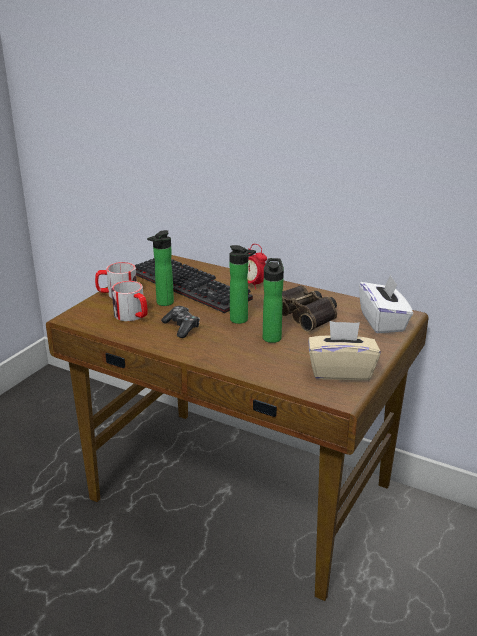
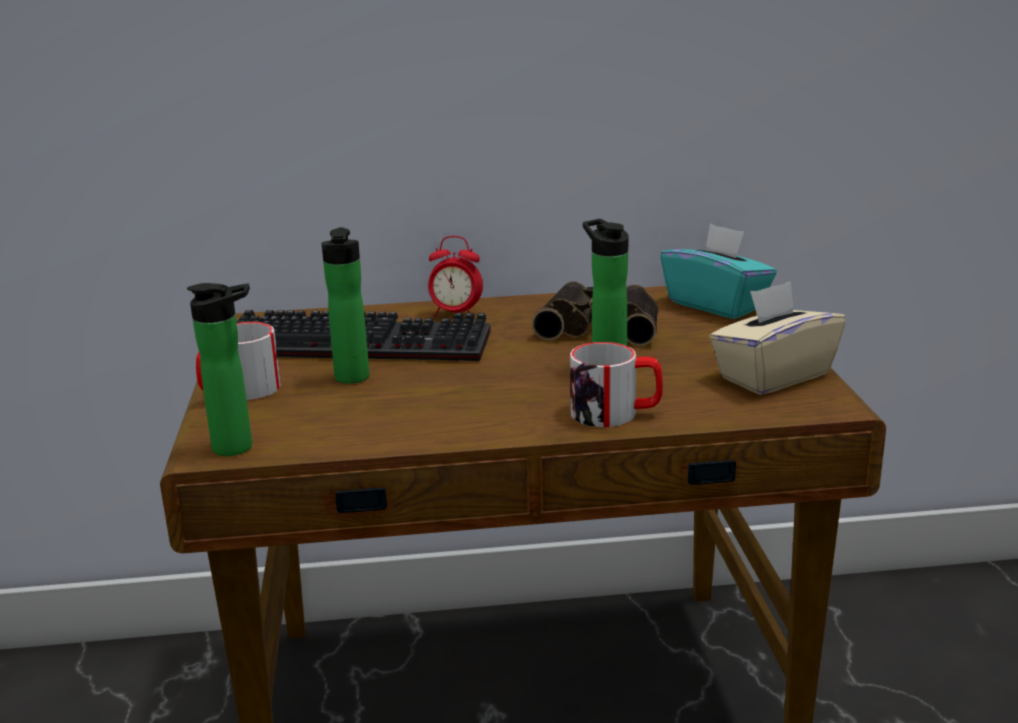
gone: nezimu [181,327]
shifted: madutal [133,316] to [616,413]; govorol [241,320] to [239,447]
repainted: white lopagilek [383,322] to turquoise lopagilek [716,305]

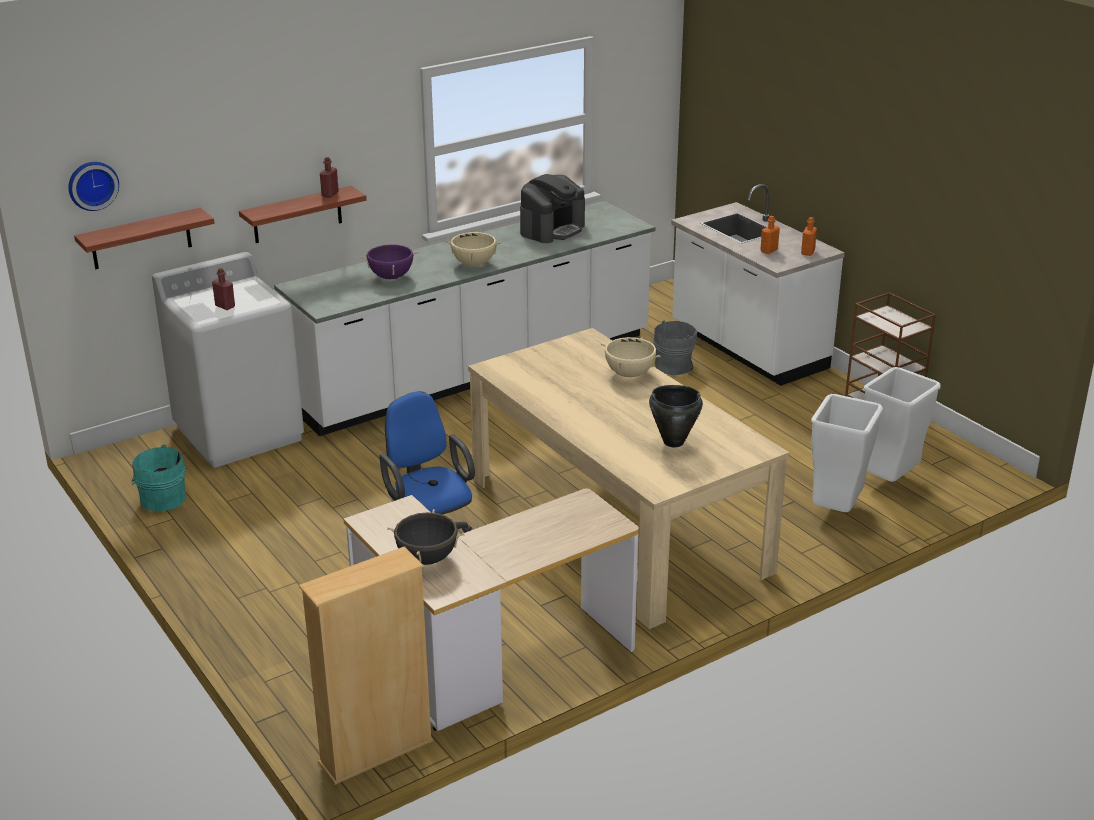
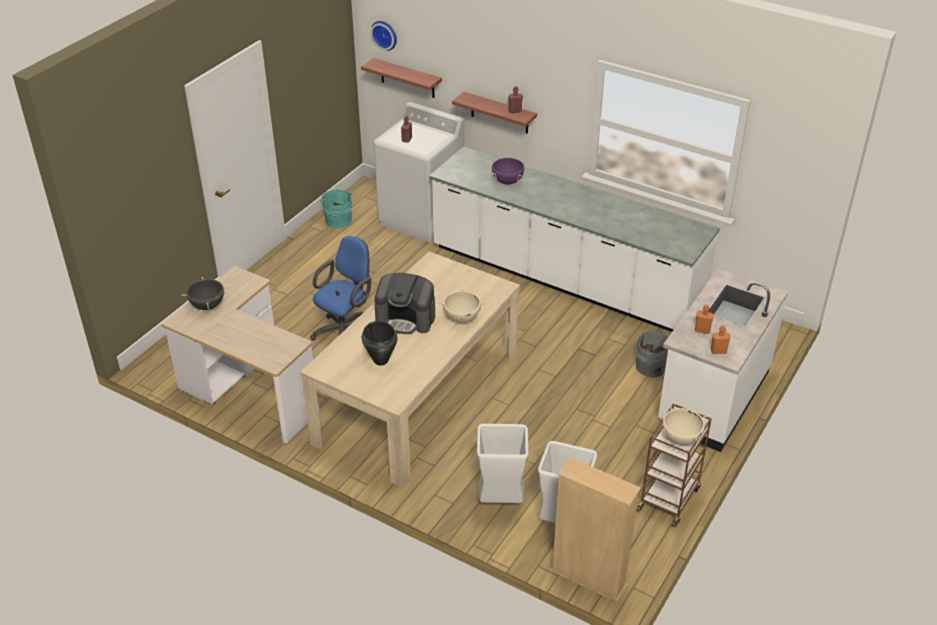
shifted: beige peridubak [376,752] to [588,578]; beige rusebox [473,264] to [681,438]; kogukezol [552,229] to [406,318]

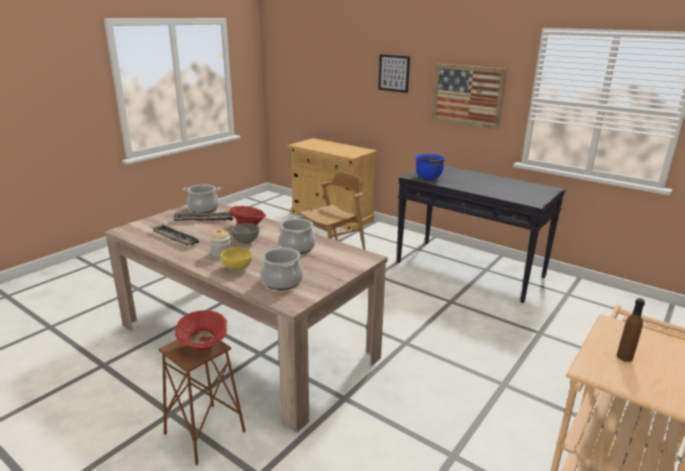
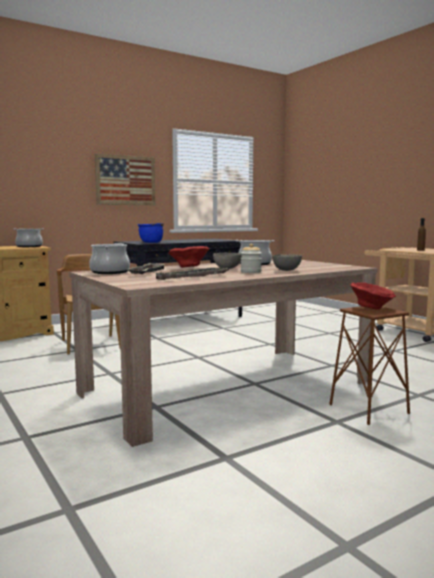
gone: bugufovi [394,73]
shifted: rusebox [282,281] to [29,246]
repainted: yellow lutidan [237,268] to grey lutidan [287,270]

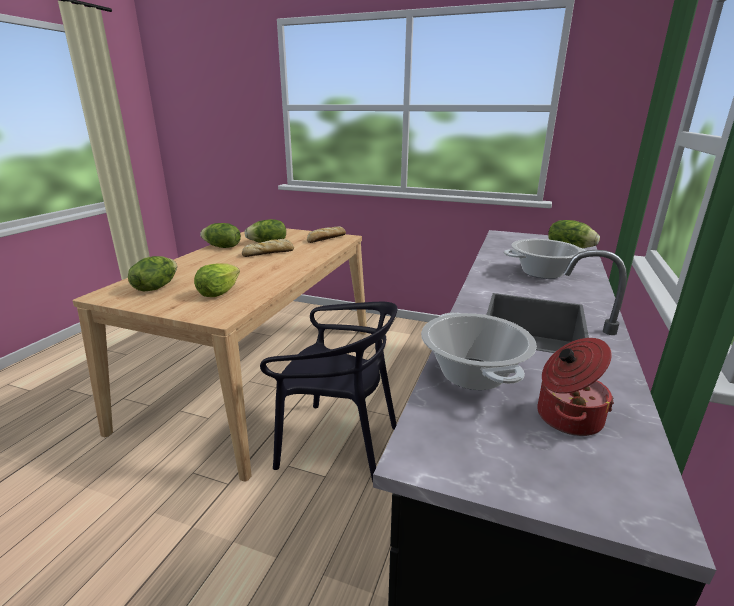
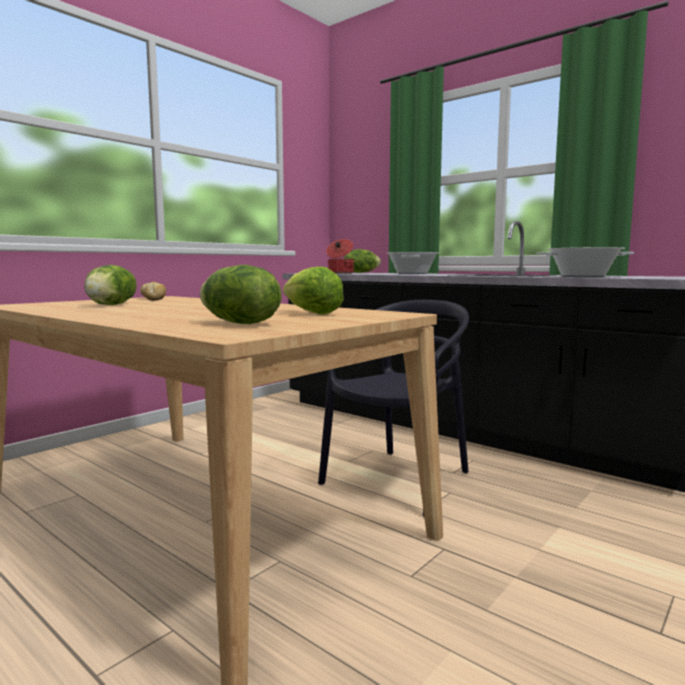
gone: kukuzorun [222,247]; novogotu [269,253]
shifted: rusebox [566,417] to [340,273]

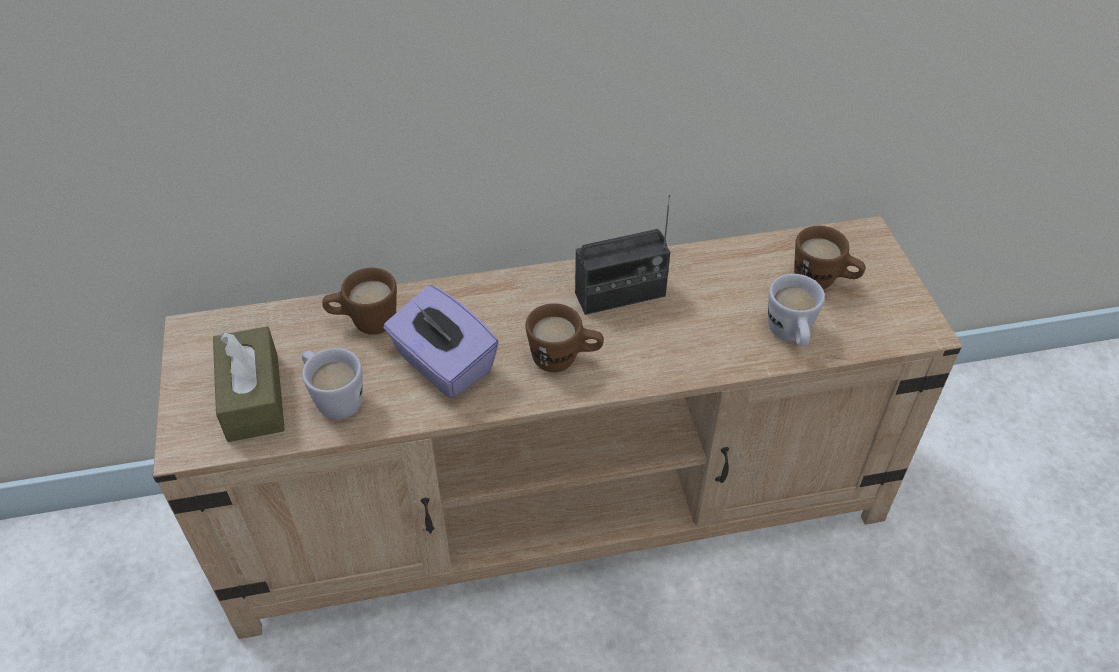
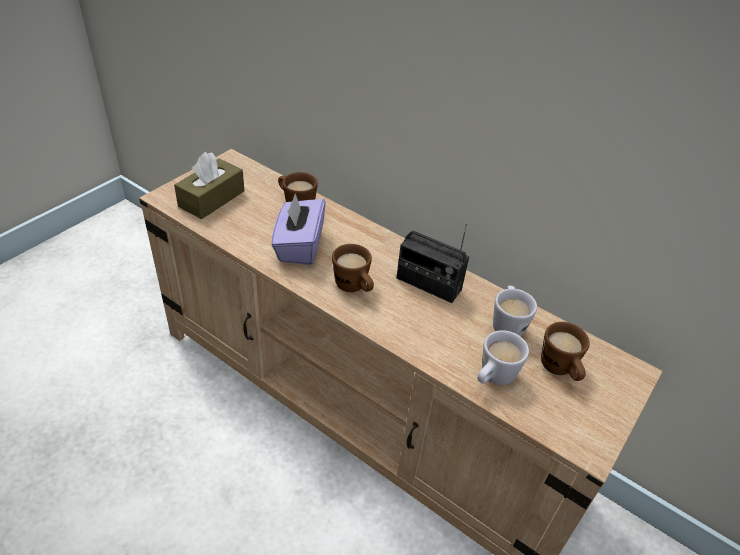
shifted: white madutal [334,398] to [507,324]

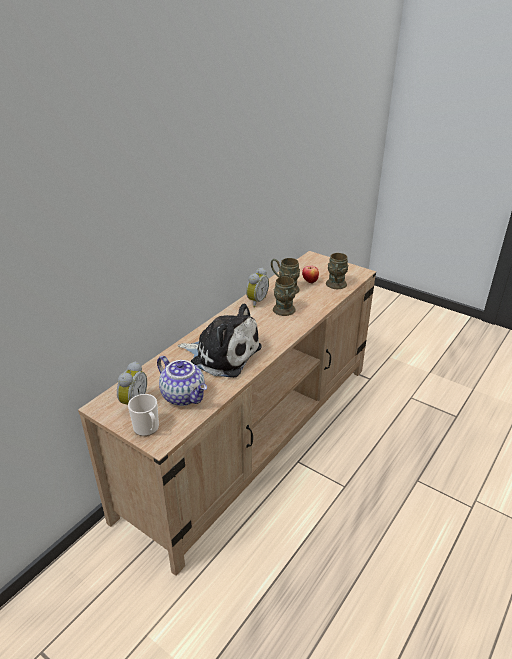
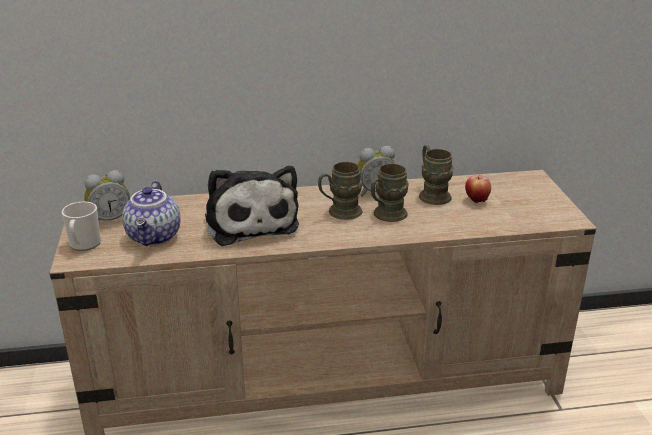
shifted: brown madutal [335,286] to [339,213]

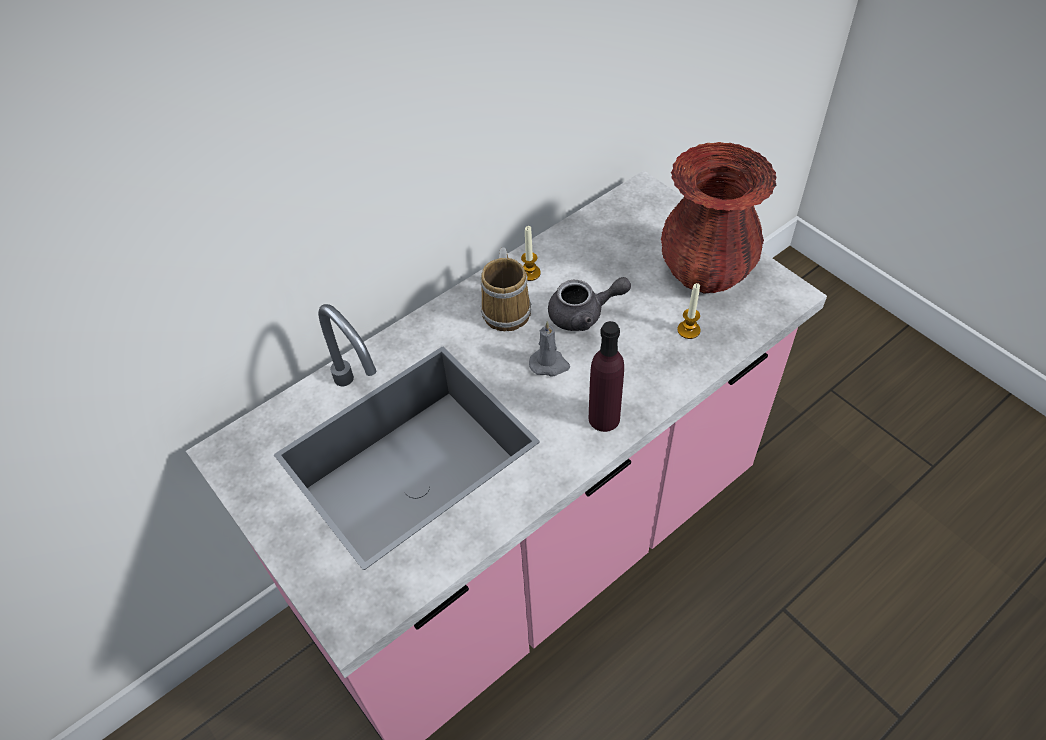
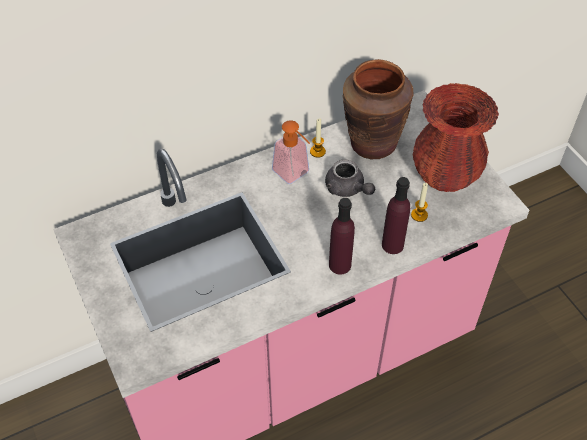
gone: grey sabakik [549,364]
new: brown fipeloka [372,143]; purple govorol [392,245]
swapped: madutal [508,309] to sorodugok [294,175]
rotated: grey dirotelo [584,314] = [347,189] 45 degrees clockwise

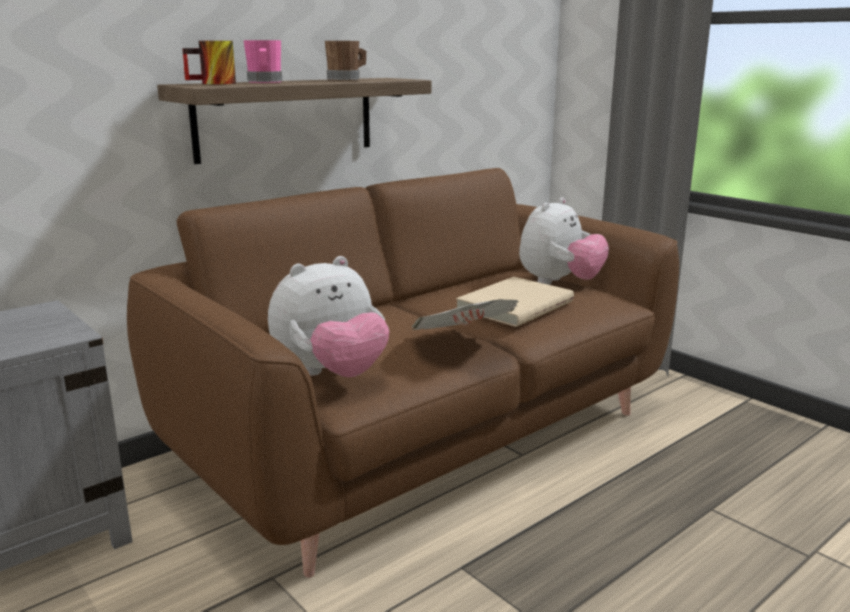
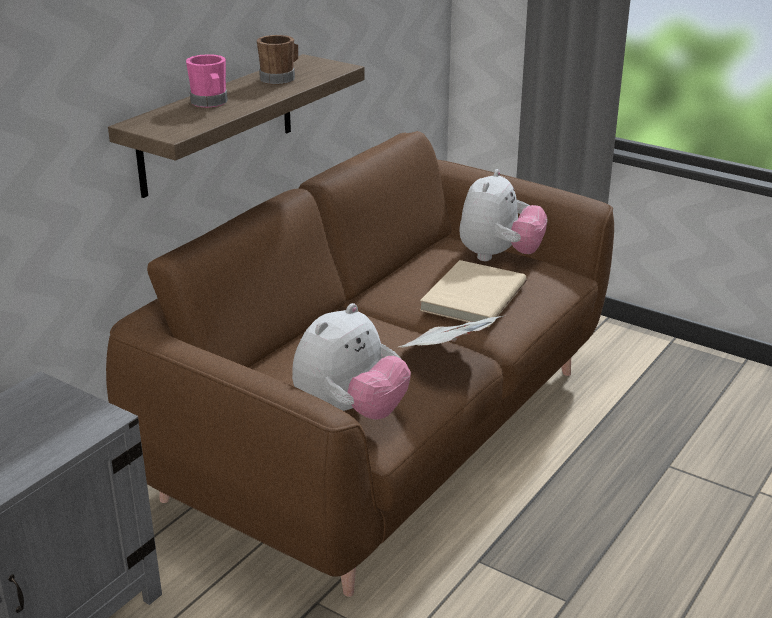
gone: madutal [214,83]

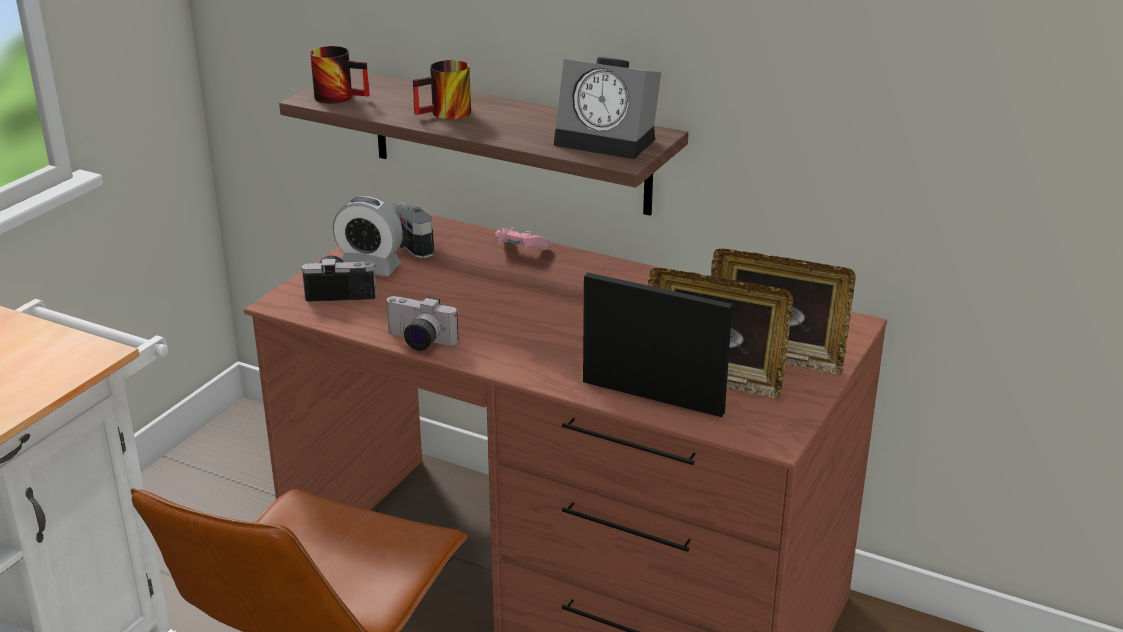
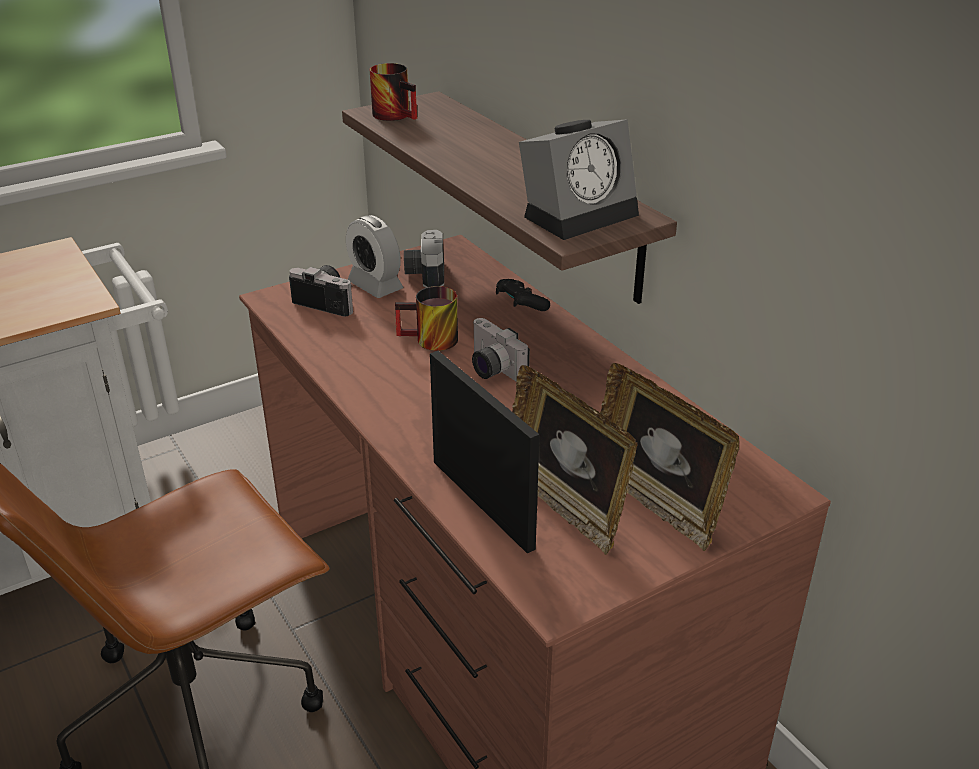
shifted: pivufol [418,342] to [491,369]; madutal [446,114] to [429,341]
repainted: pink nezimu [519,250] to black nezimu [520,305]
rotated: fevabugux [609,141] = [580,213] 90 degrees counterclockwise

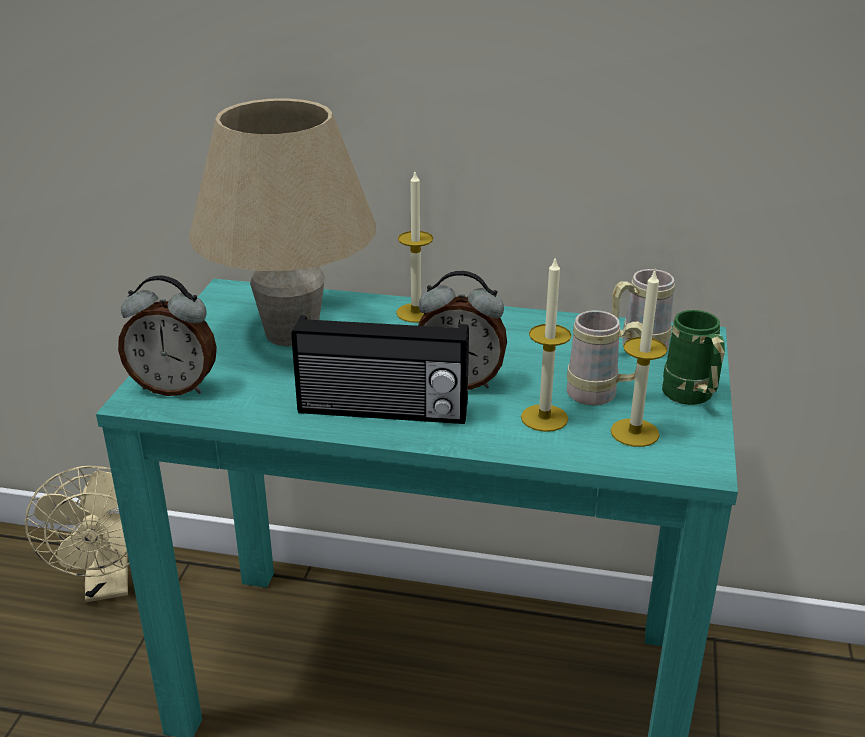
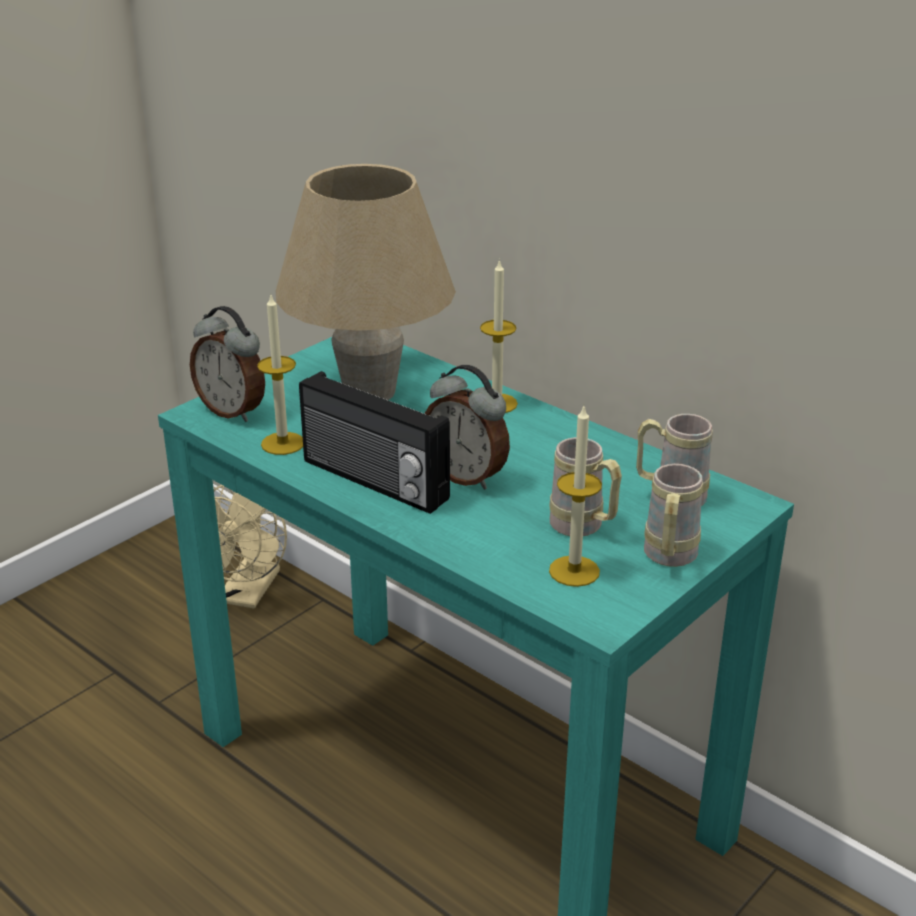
shifted: sabakik [544,418] to [283,443]
repainted: green madutal [691,398] to beige madutal [668,559]

